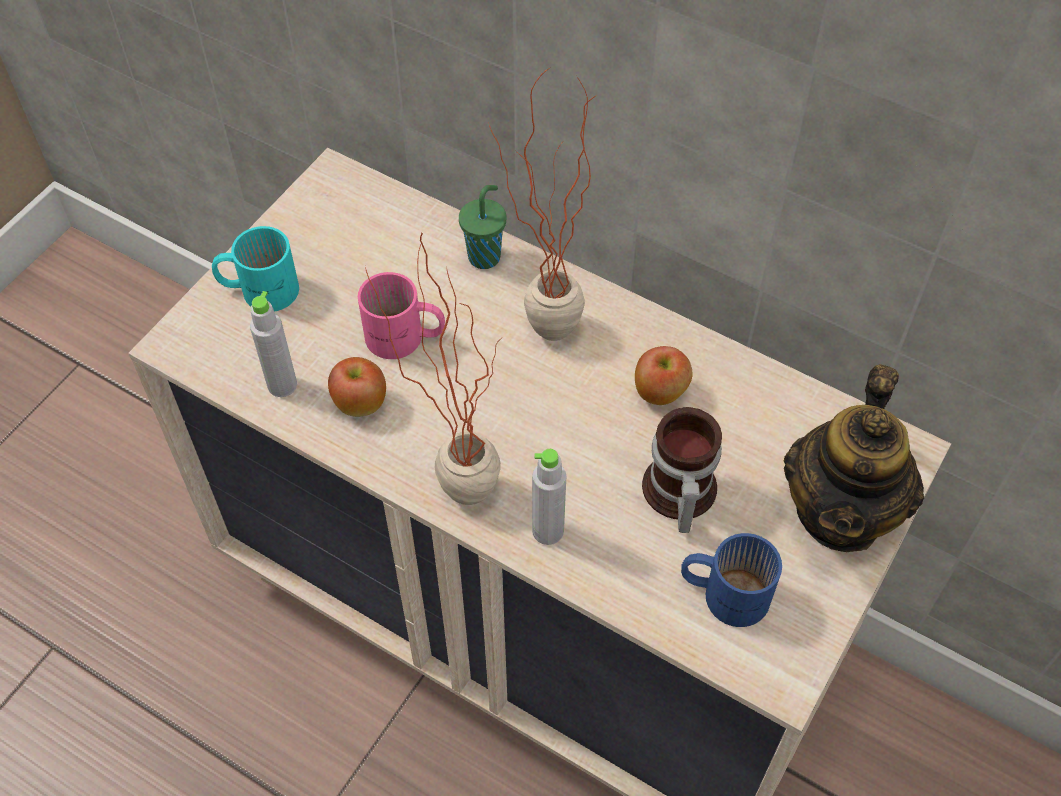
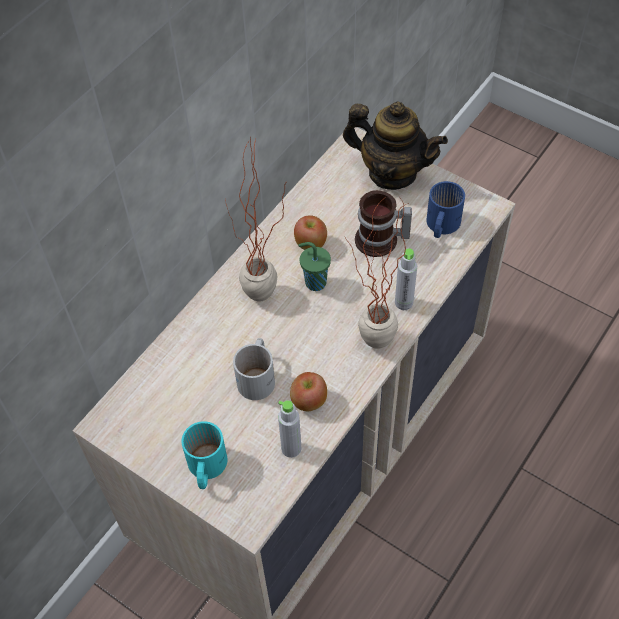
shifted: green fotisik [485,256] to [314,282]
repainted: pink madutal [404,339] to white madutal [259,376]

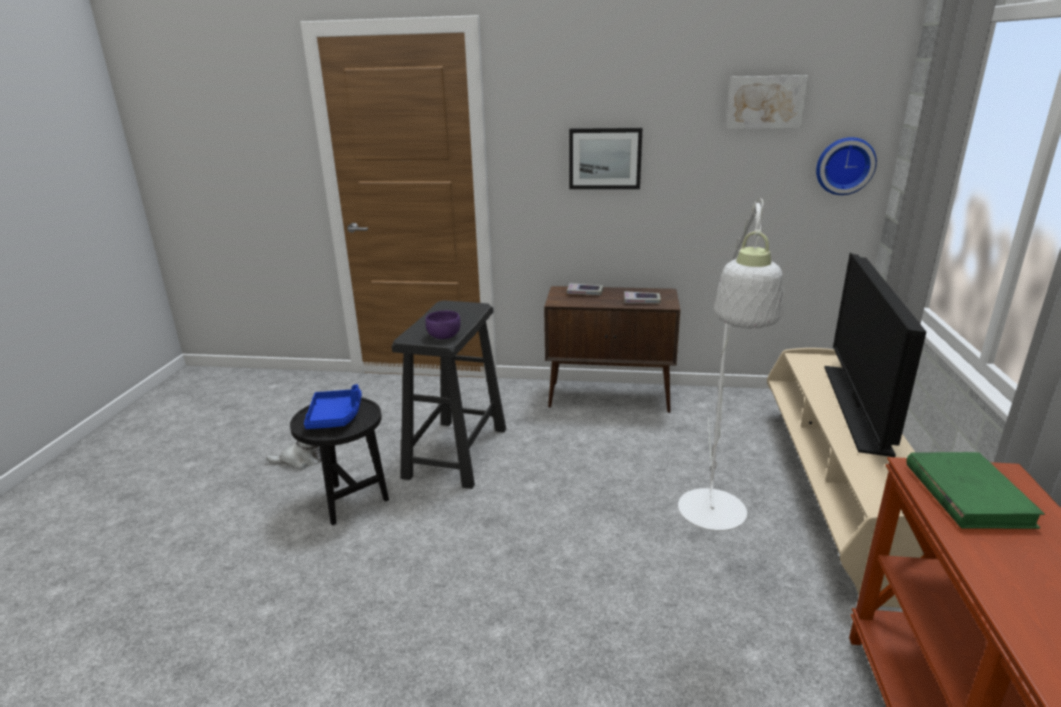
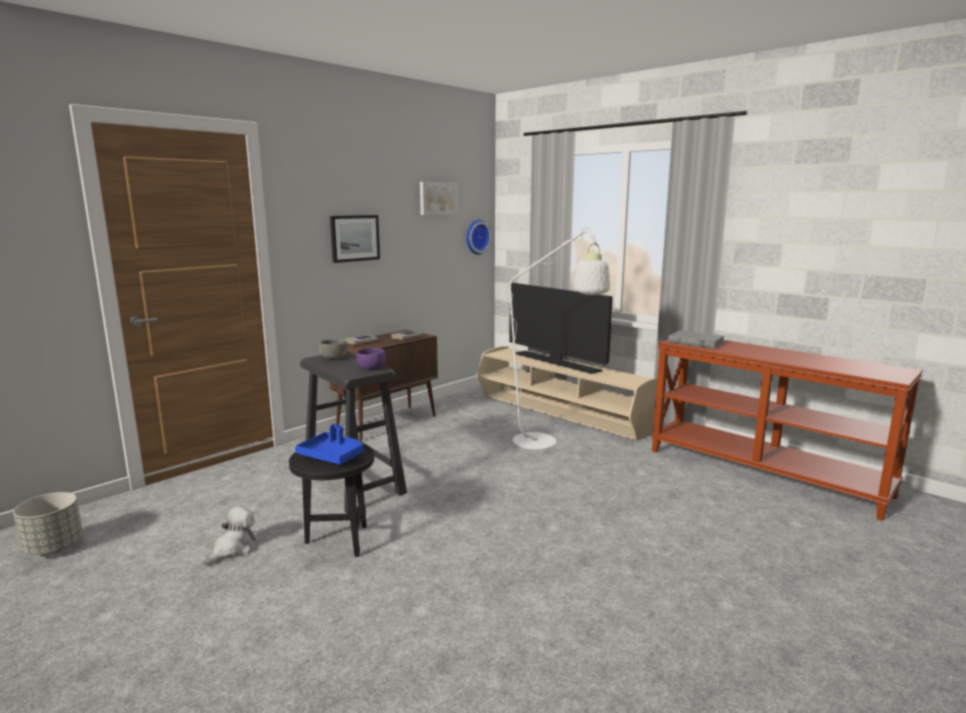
new: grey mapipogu [54,548]; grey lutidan [334,358]
repainted: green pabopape [967,494] to grey pabopape [695,342]

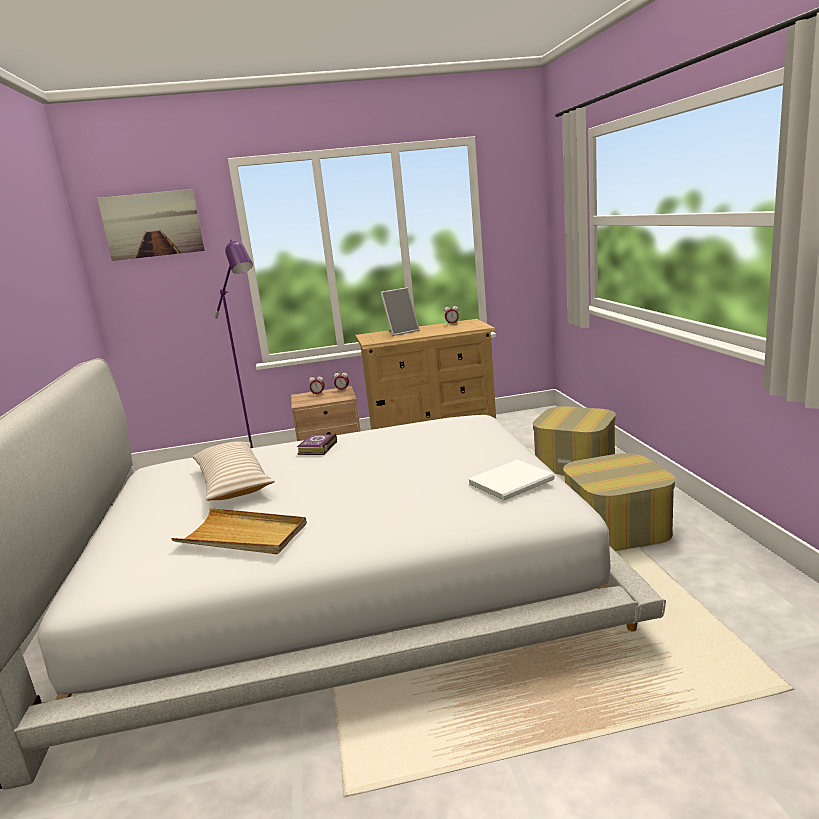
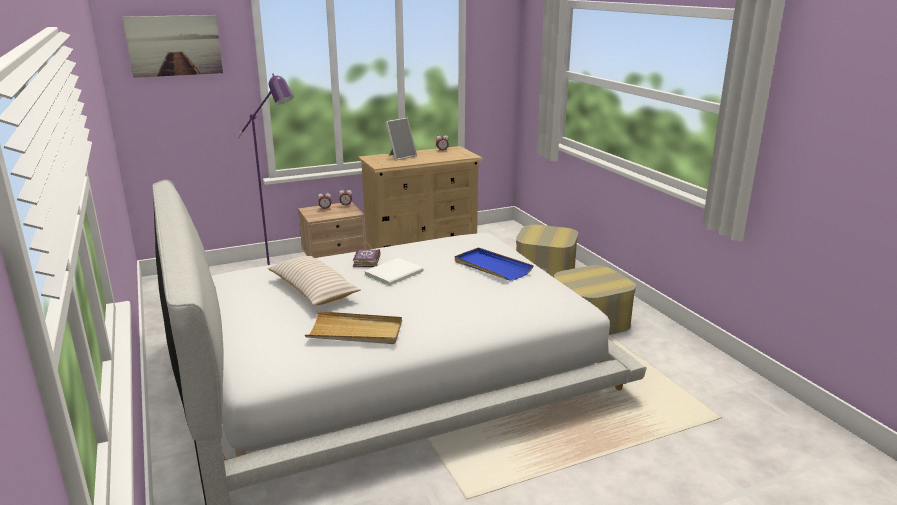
new: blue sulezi [492,267]
shifted: white pabopape [514,482] to [396,273]

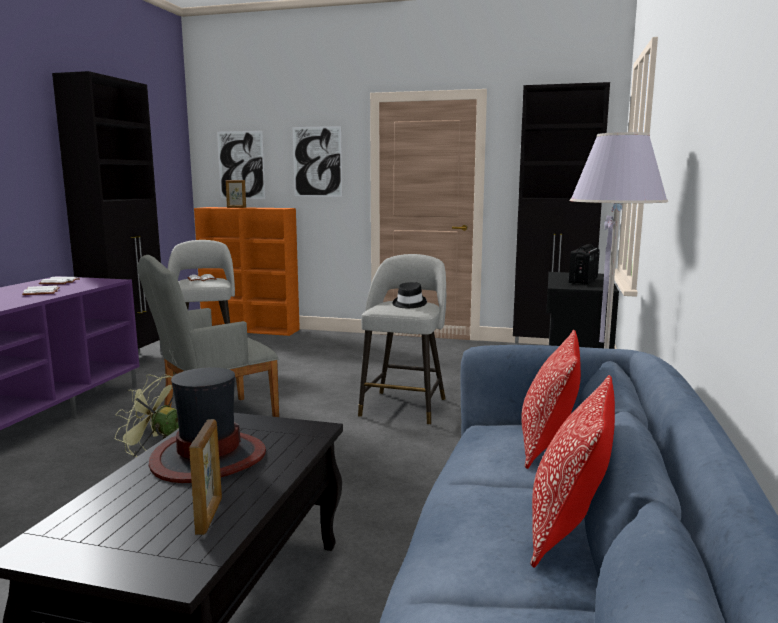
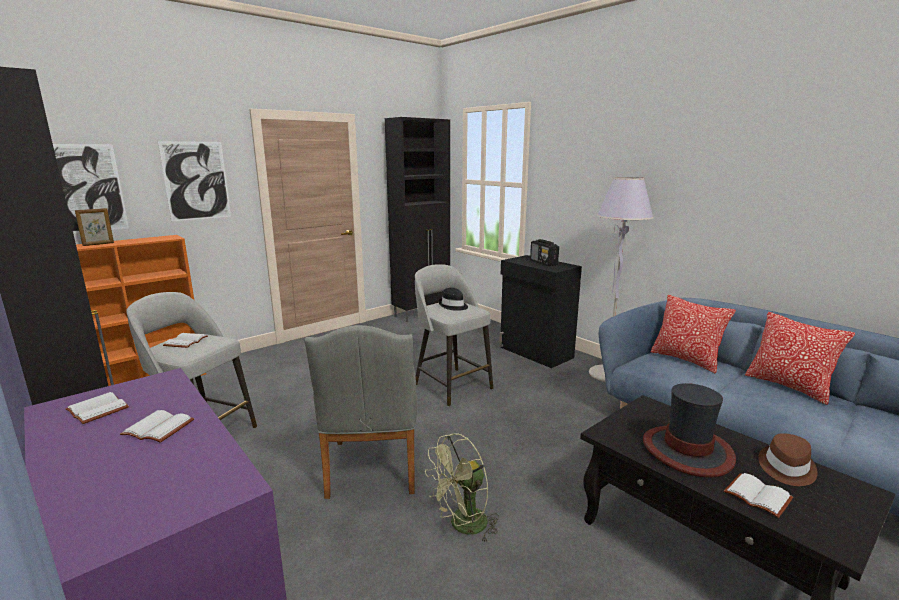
new: white pabopape [756,496]
swapped: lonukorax [209,516] to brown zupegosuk [786,468]

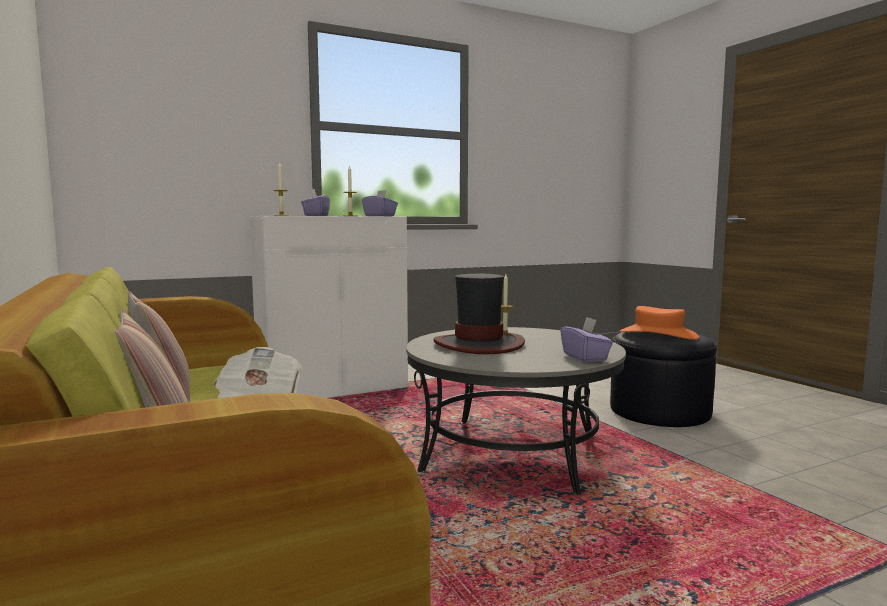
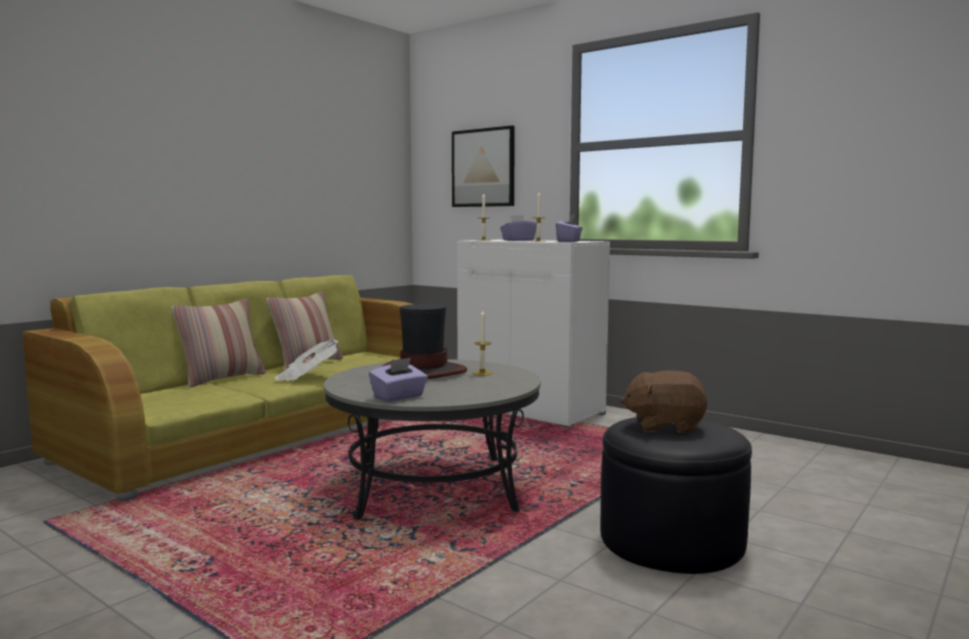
new: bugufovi [483,168]
swapped: orange zupegosuk [658,334] to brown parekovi [664,426]

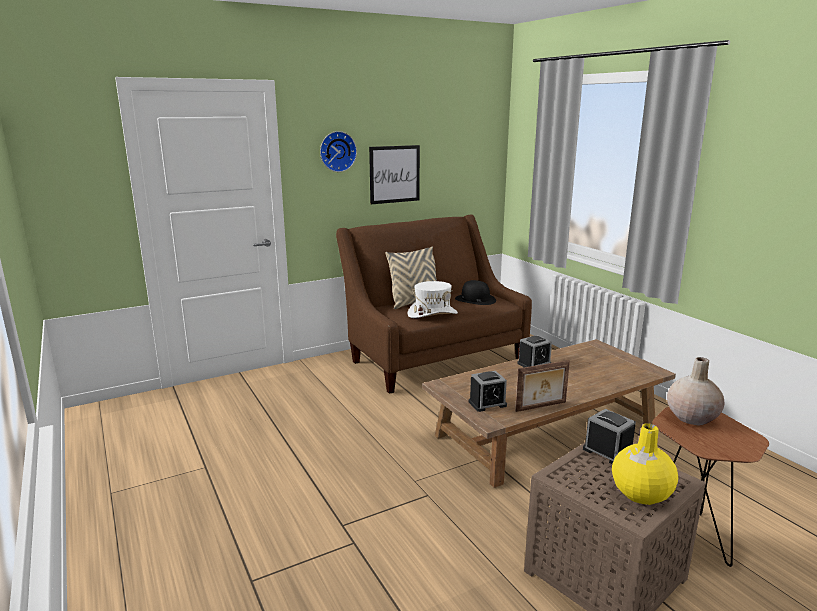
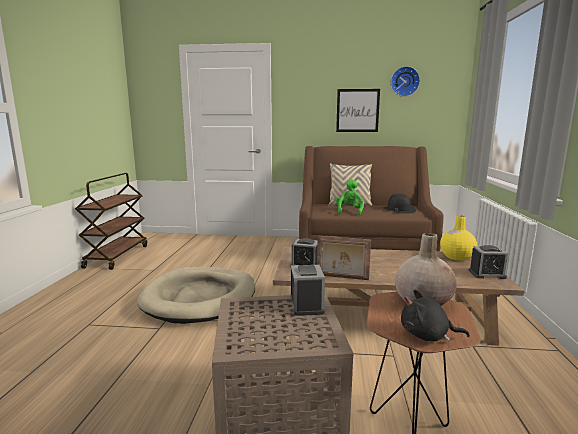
new: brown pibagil [117,256]; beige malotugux [200,298]; black parekovi [427,336]
shifted: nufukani [337,151] to [404,81]; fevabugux [534,364] to [487,274]; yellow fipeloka [640,493] to [456,257]
swapped: white zupegosuk [432,314] to green parekovi [349,211]

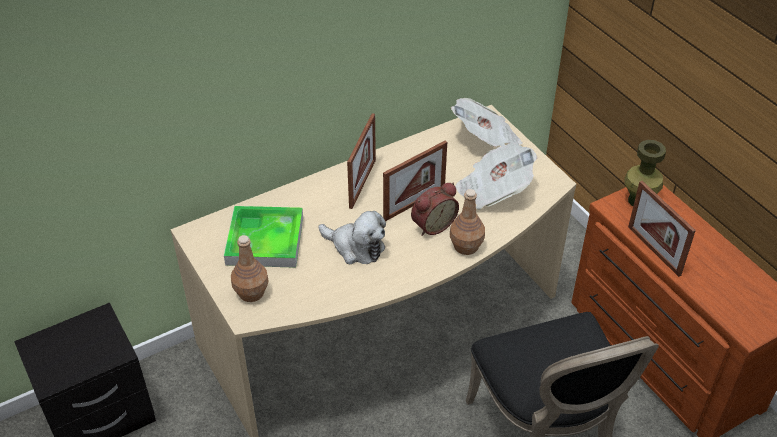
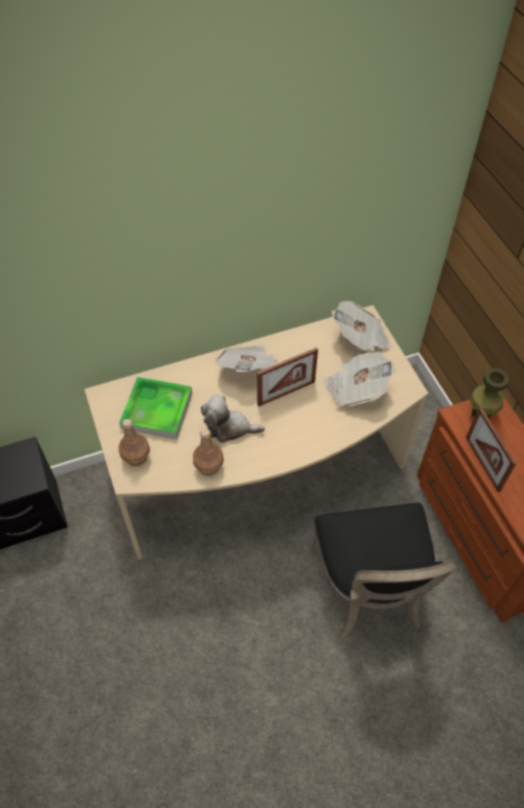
gone: fevabugux [432,224]
shifted: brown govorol [466,246] to [209,466]
swapped: lonukorax [362,183] to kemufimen [247,368]
rotated: parekovi [355,247] = [229,427] 150 degrees clockwise

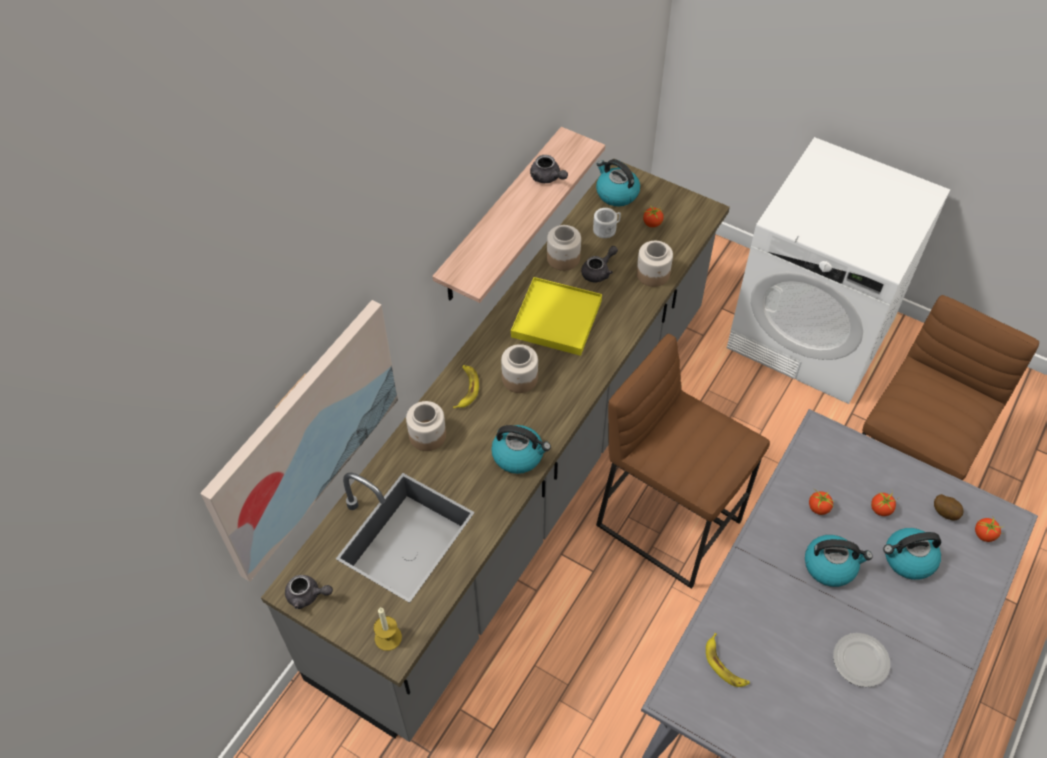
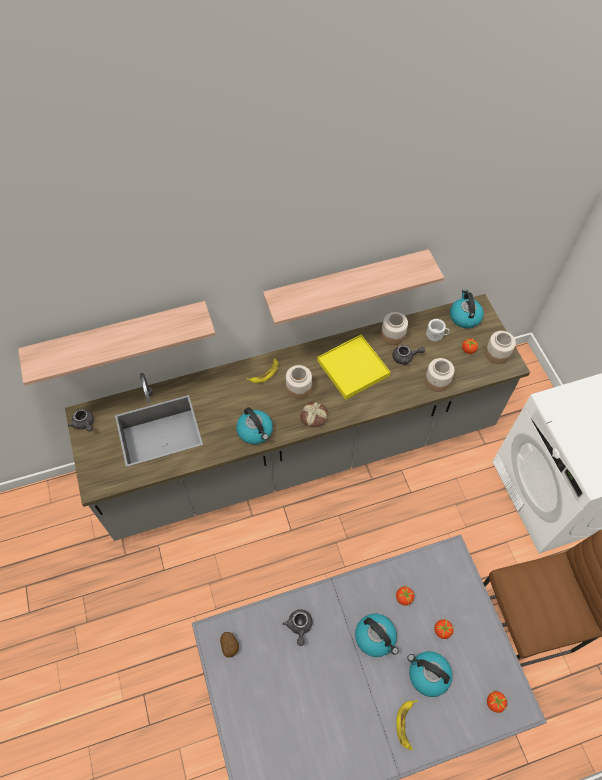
gone: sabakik [388,637]; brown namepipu [669,522]; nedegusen [861,661]
new: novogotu [314,416]
shifted: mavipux [427,436] to [497,354]; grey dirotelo [547,178] to [299,627]; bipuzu [725,664] to [407,724]; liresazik [945,512] to [230,646]
swapped: bugufovi [304,438] to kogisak [118,336]

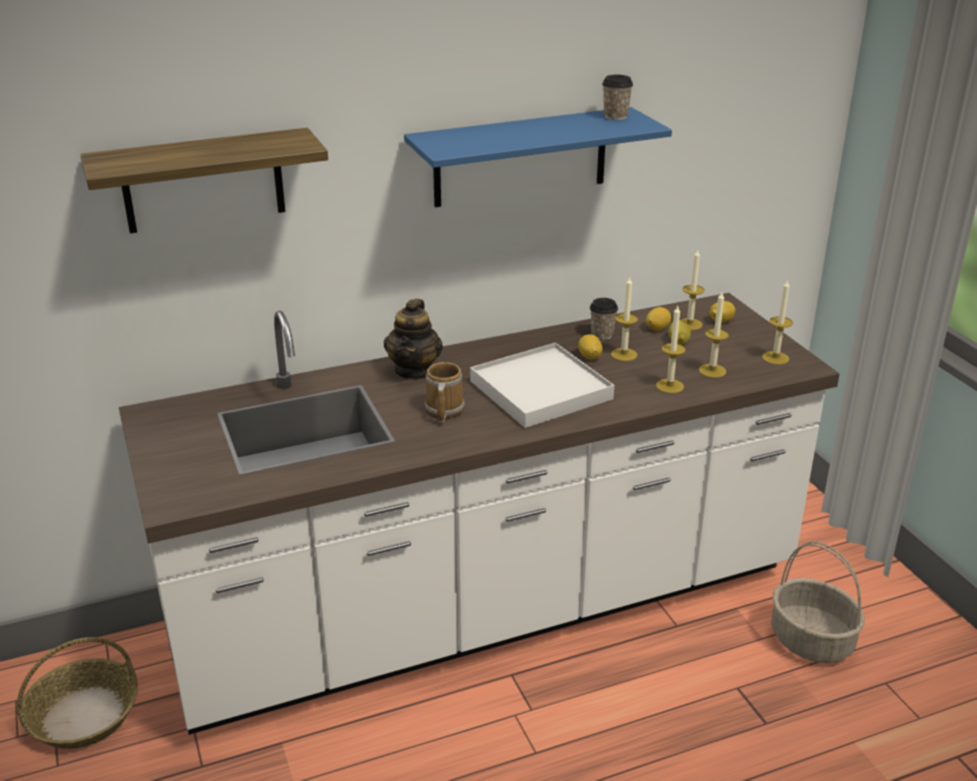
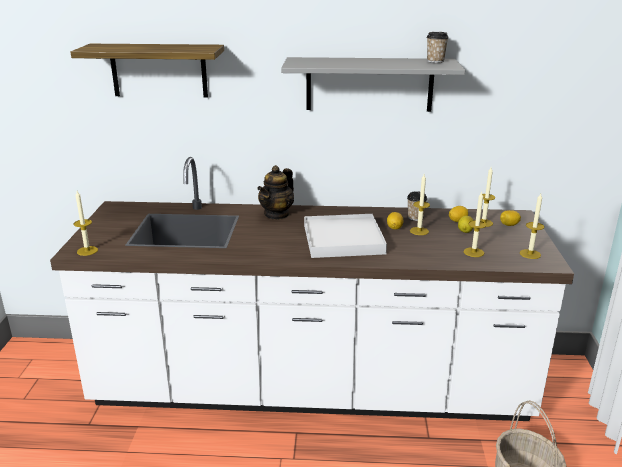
gone: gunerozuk [84,715]; madutal [443,411]
shifted: sabakik [669,386] to [87,251]
repainted: blue kogisak [521,157] to grey kogisak [369,84]

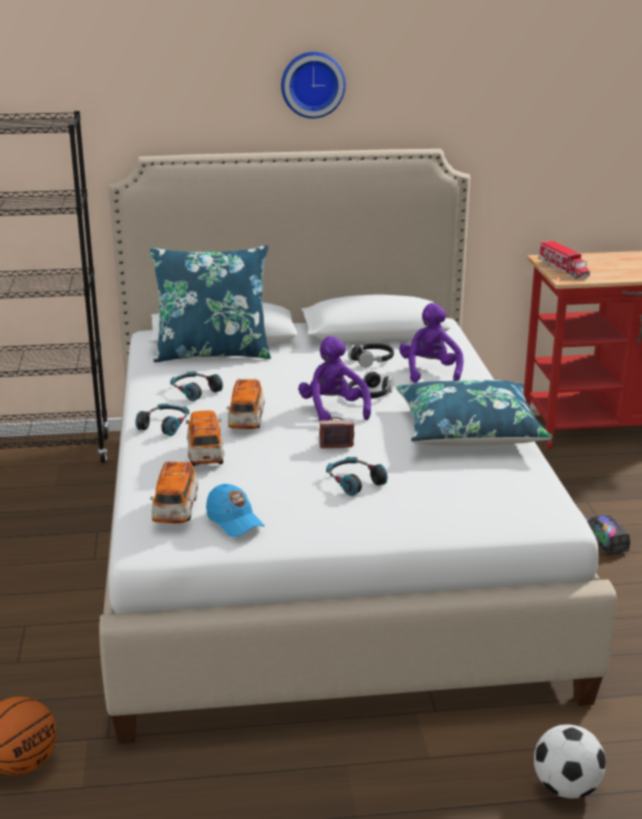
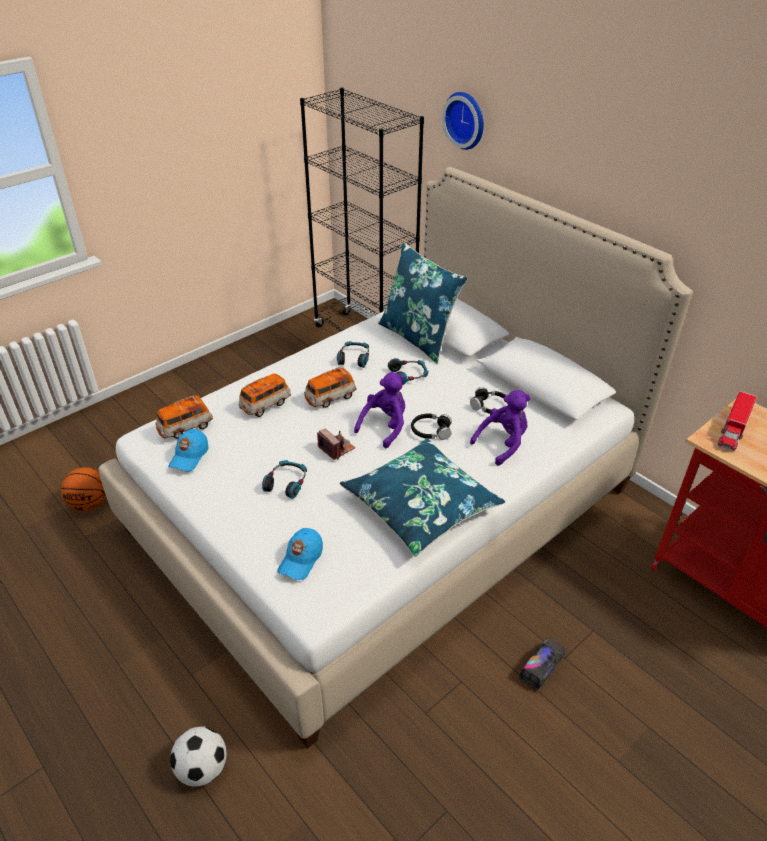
new: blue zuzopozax [301,559]
shifted: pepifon [164,425] to [408,375]; nufukani [312,84] to [466,120]

